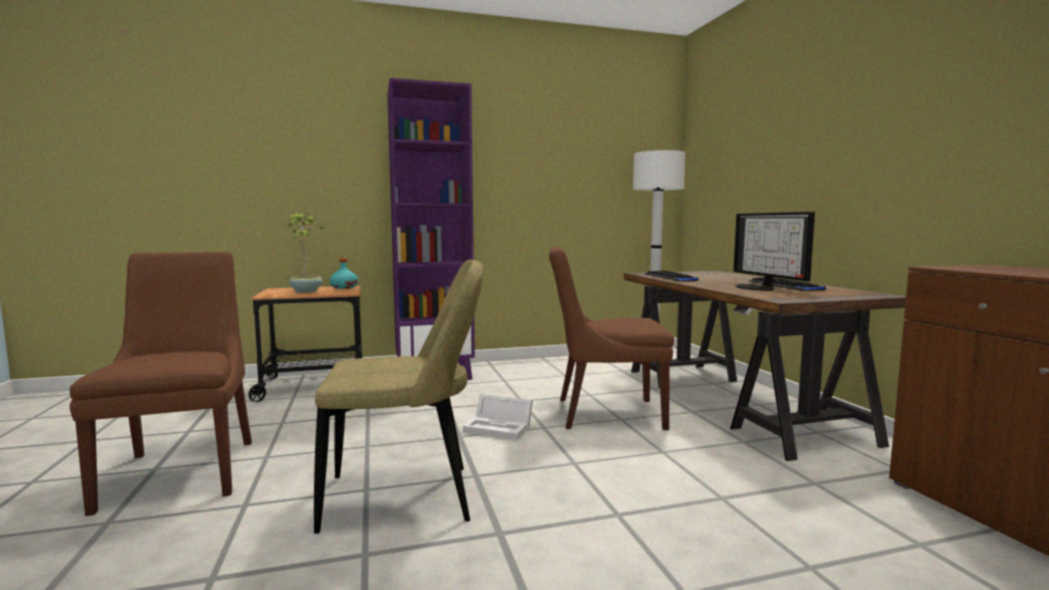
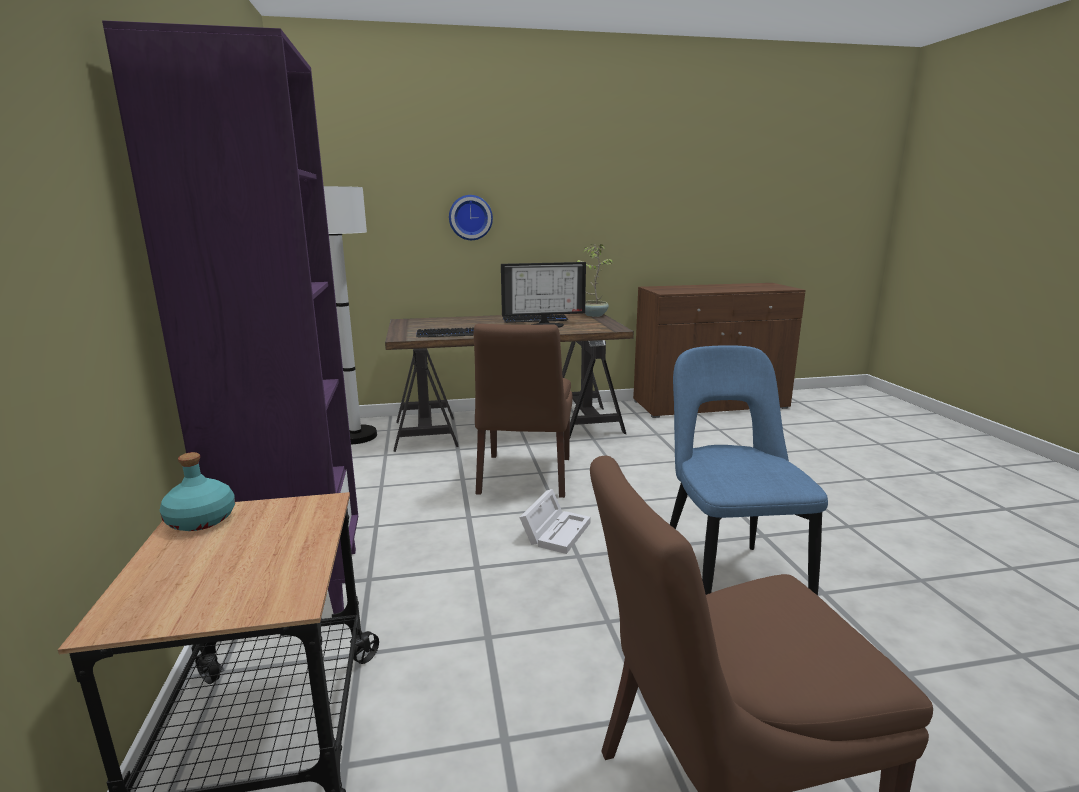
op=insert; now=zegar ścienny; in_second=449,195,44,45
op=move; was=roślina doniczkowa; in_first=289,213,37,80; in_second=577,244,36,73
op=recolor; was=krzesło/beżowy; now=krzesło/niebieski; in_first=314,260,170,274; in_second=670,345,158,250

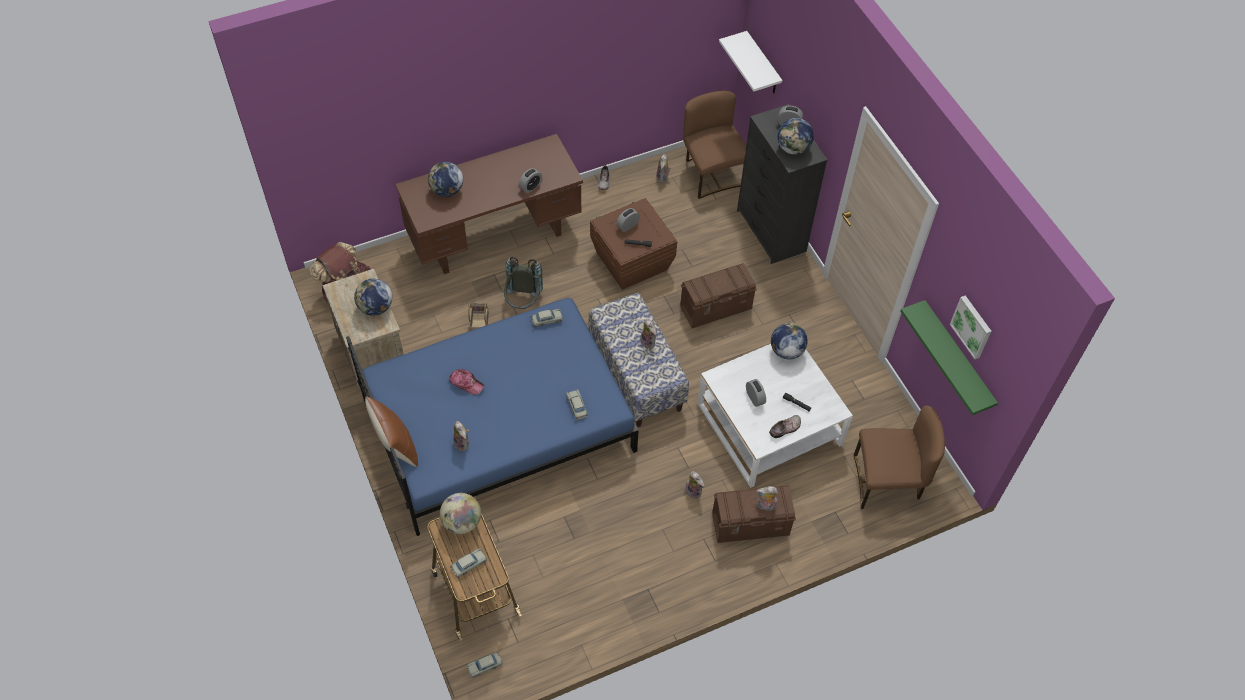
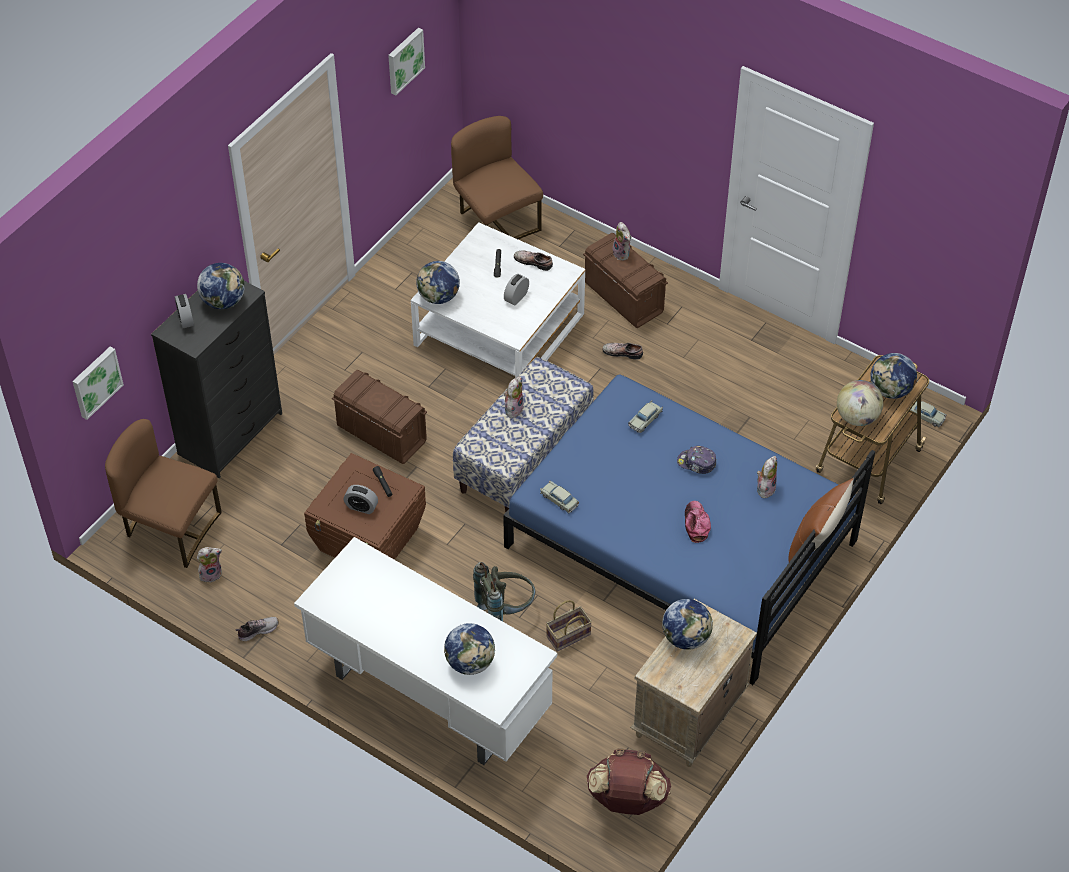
op=delete; was=budzik; in_first=519,168,23,25
op=delete; was=półka/zielony; in_first=900,300,98,115
op=insert; now=czapka z daszkiem; in_second=677,446,40,28
op=replace; was=samochodzik/beżowy; now=globus; in_first=450,548,37,30; in_second=870,353,47,46
op=replace; was=pluszak; now=but; in_first=685,471,19,28; in_second=602,343,41,17
op=replace; was=półka/biały; now=obraz; in_first=719,31,63,62; in_second=72,347,52,73
op=recolor; was=biurko/brązowy; now=biurko/biały; in_first=395,134,188,140; in_second=294,537,263,228
op=rotate; was=krzesło/brązowy; in_first=683,91,63,108; in_second=105,419,117,149; clockwise=75

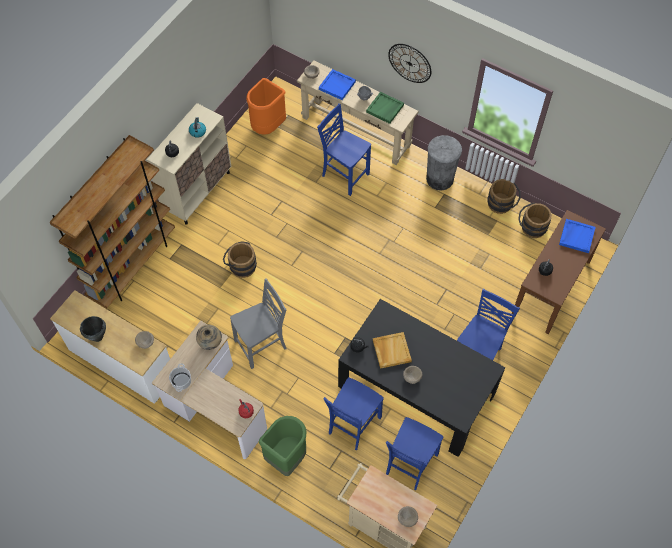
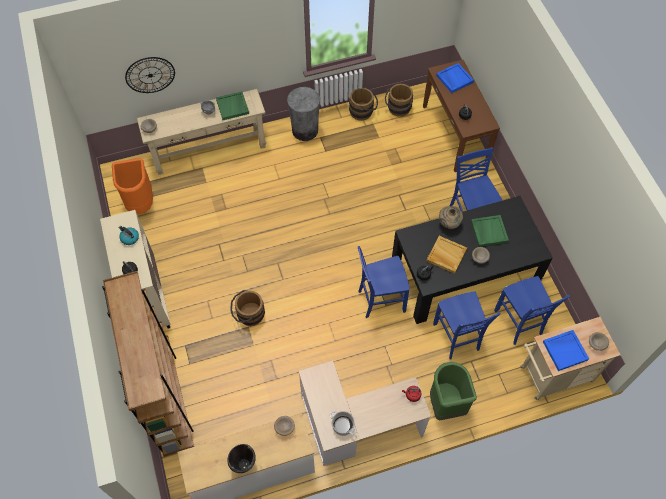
op=delete; was=krzesło/szary; in_first=230,278,57,91
op=insert; now=taca/zielony; in_second=471,215,38,32
op=move; was=wazon/beżowy; in_first=196,325,26,25; in_second=439,206,24,23
op=move; was=krzesło/niebieski; in_first=317,103,54,93; in_second=358,246,52,72
op=move; was=taca/niebieski; in_first=319,69,37,31; in_second=543,330,46,41
op=move; was=zegar ścienny; in_first=388,44,43,39; in_second=125,57,50,36

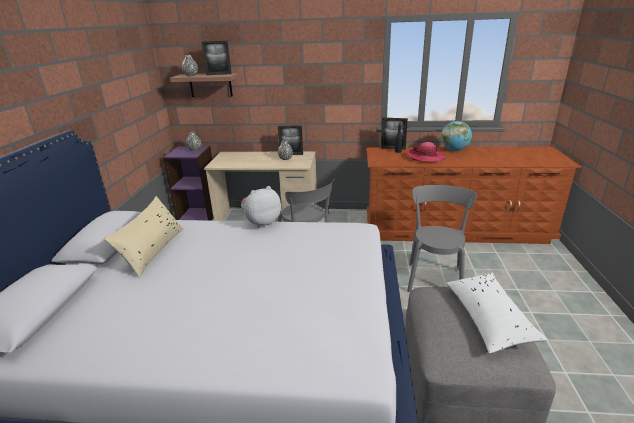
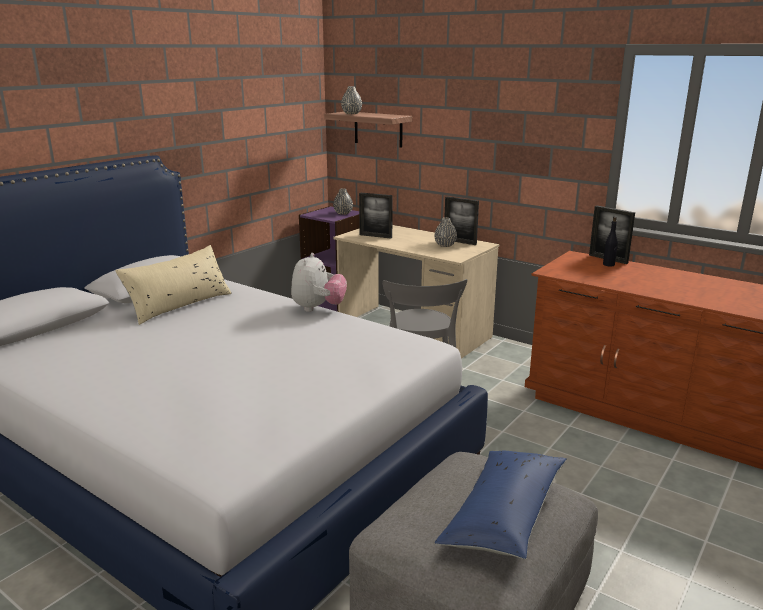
op=delete; was=kapelusz; in_first=407,142,39,20
op=delete; was=krzesło/szary; in_first=407,185,70,107
op=delete; was=globus; in_first=441,121,31,30
op=move; was=ramka na zdjęcie; in_first=201,41,31,34; in_second=359,193,34,46
op=recolor; was=poduszka/biały; now=poduszka/niebieski; in_first=446,272,102,81; in_second=435,451,132,108
op=rotate; was=pluszak; in_first=241,186,40,42; in_second=291,253,56,59; clockwise=105

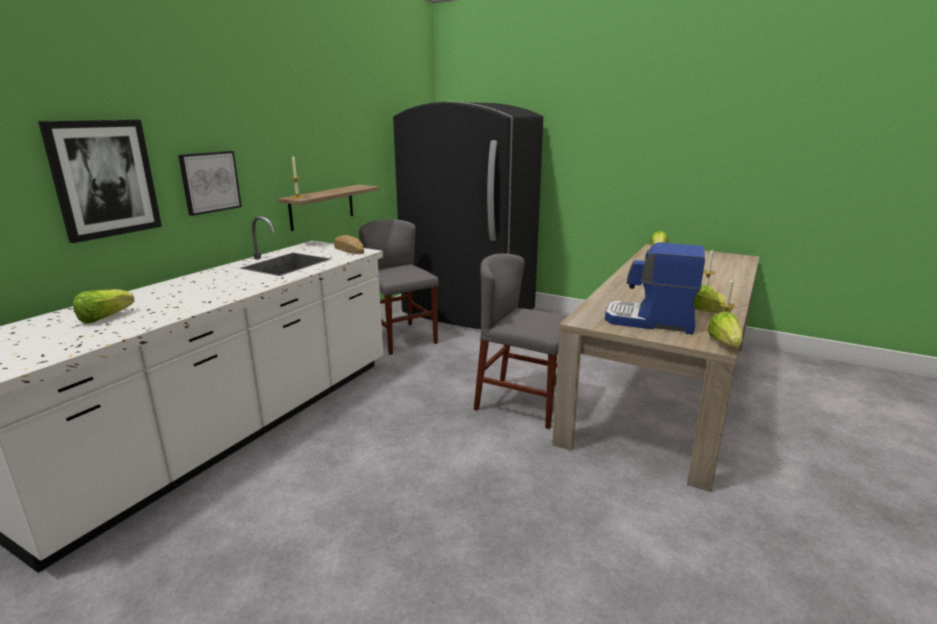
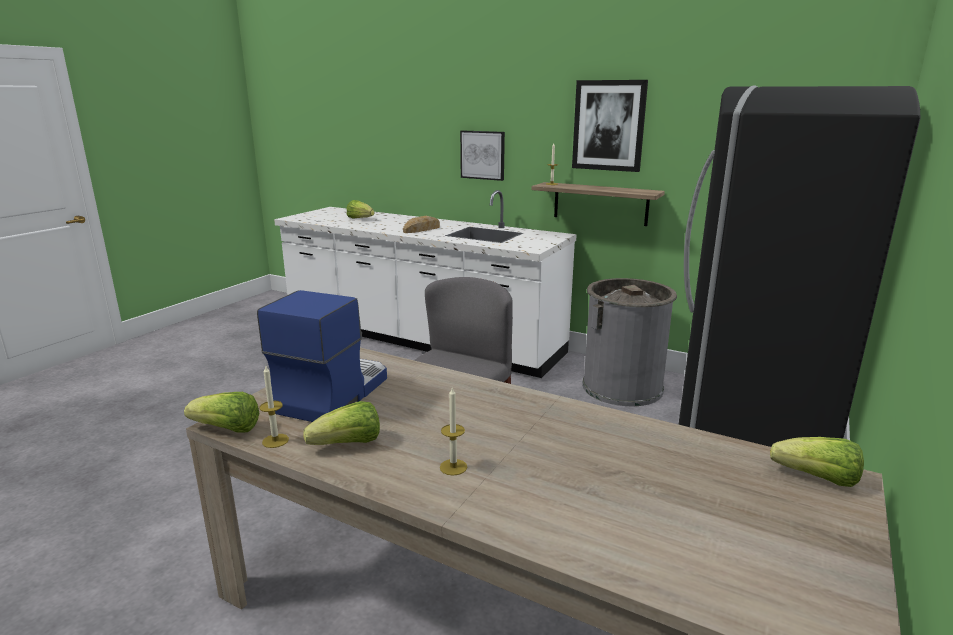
op=move; was=obraz; in_first=38,120,124,123; in_second=572,80,76,92
op=move; was=chleb; in_first=334,235,30,19; in_second=403,216,37,17
op=replace; was=krzesło/szary; now=kosz na śmieci/szary; in_first=359,219,80,136; in_second=582,278,95,128

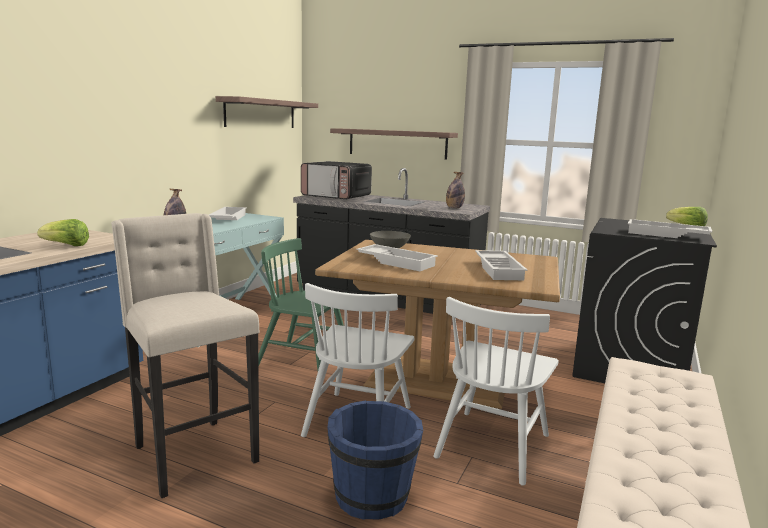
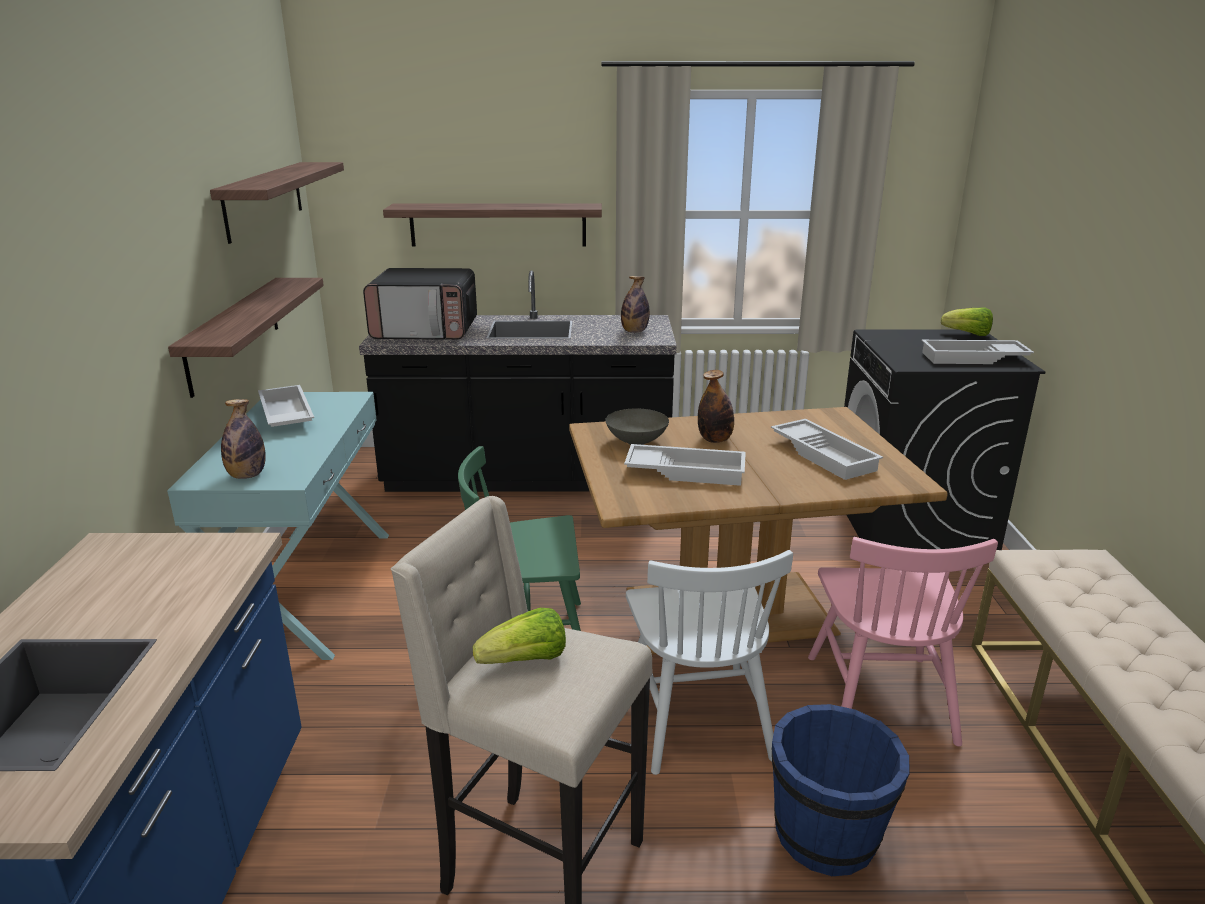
op=insert; now=półka; in_second=168,278,156,120
op=insert; now=butelka; in_second=698,370,36,73
op=move; was=sałata; in_first=37,219,52,27; in_second=473,608,93,56
op=recolor; was=krzesło/biały; now=krzesło/różowy; in_first=434,297,124,189; in_second=808,537,190,209

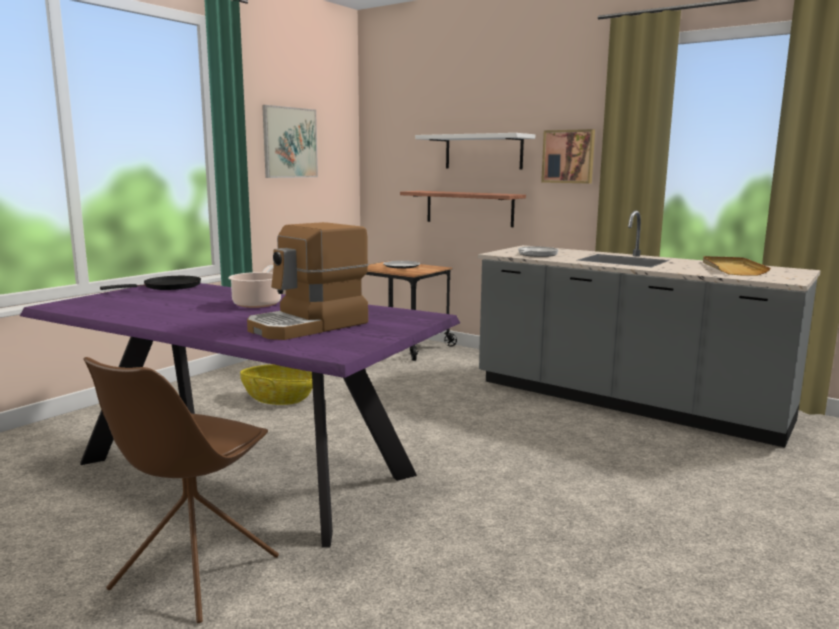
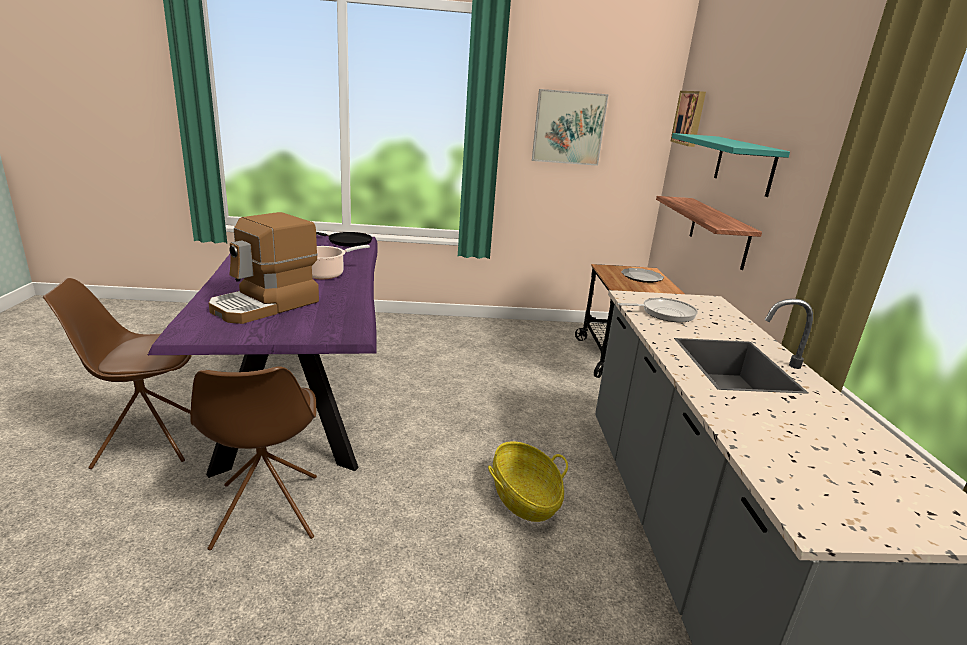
op=delete; was=taca/beżowy; in_first=703,256,68,20
op=insert; now=krzesło/brązowy; in_second=190,367,127,183
op=move; was=koszyk; in_first=240,364,73,41; in_second=488,441,80,81
op=move; was=obraz; in_first=541,129,54,55; in_second=670,91,36,56
op=recolor; was=półka/biały; now=półka/turkusowy; in_first=415,133,120,36; in_second=672,133,118,64
op=rotate; was=ekspres do kawy; in_first=247,222,121,118; in_second=209,212,110,112; clockwise=-60

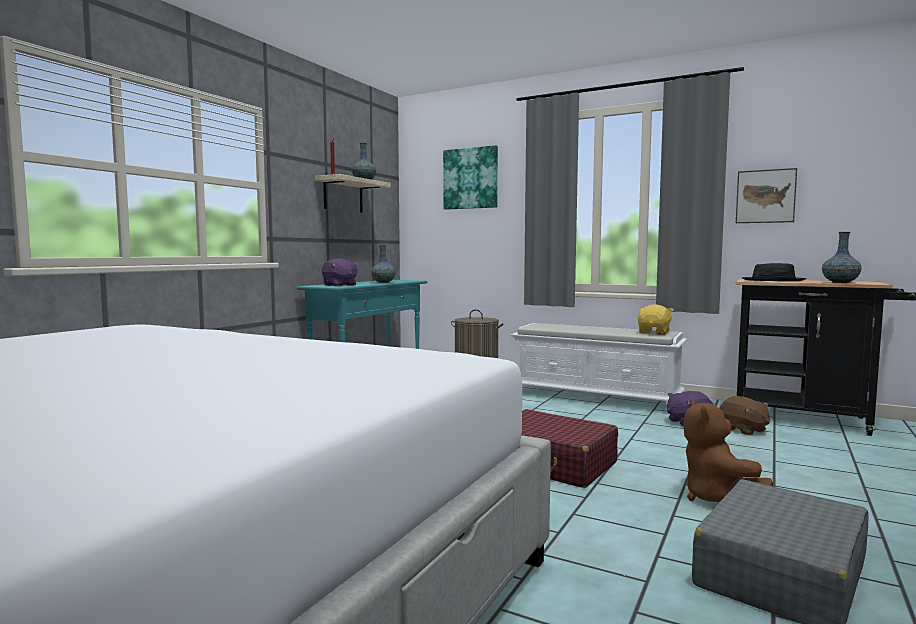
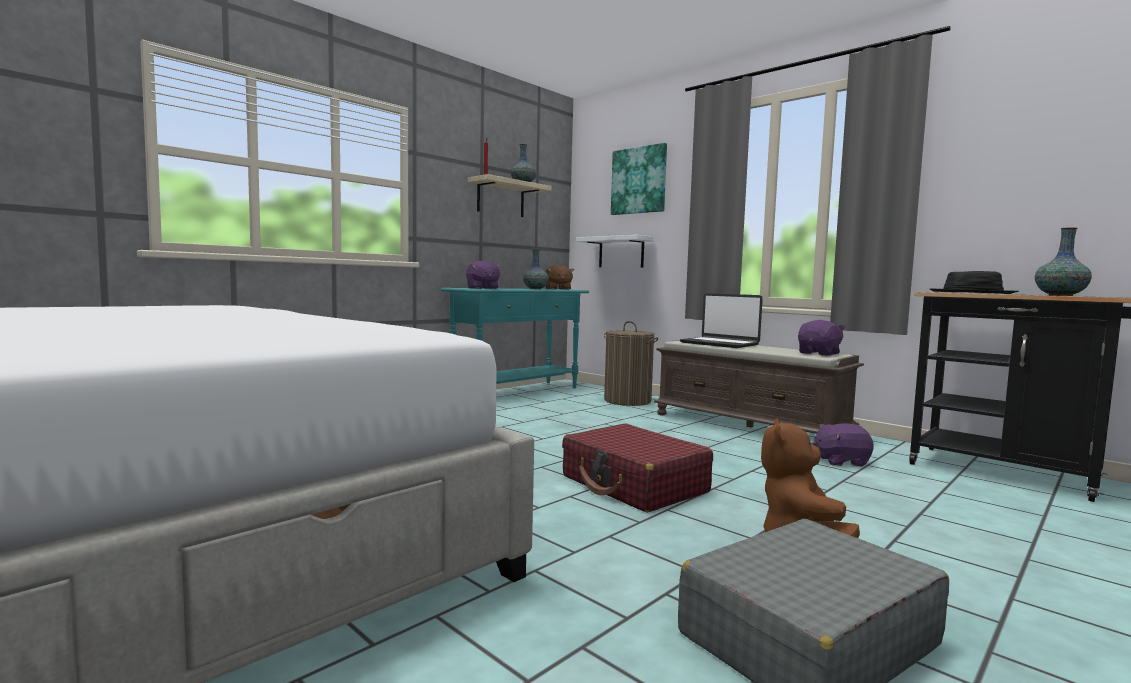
op=delete; was=obraz; in_first=736,168,61,55
op=insert; now=półka/biały; in_second=576,235,78,33
op=insert; now=laptop; in_second=680,293,83,55
op=move; was=pluszak/brązowy; in_first=719,396,51,40; in_second=545,265,29,25
op=recolor; was=ławka/biały; now=ławka/brązowy; in_first=510,323,177,91; in_second=654,340,210,94
op=recolor; was=pluszak/żółty; now=pluszak/fioletowy; in_first=638,304,36,31; in_second=798,320,48,36

